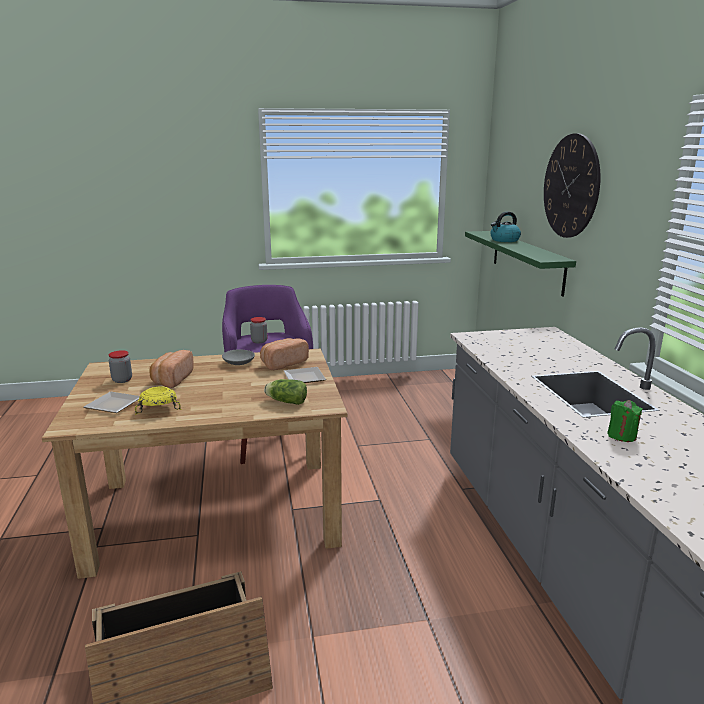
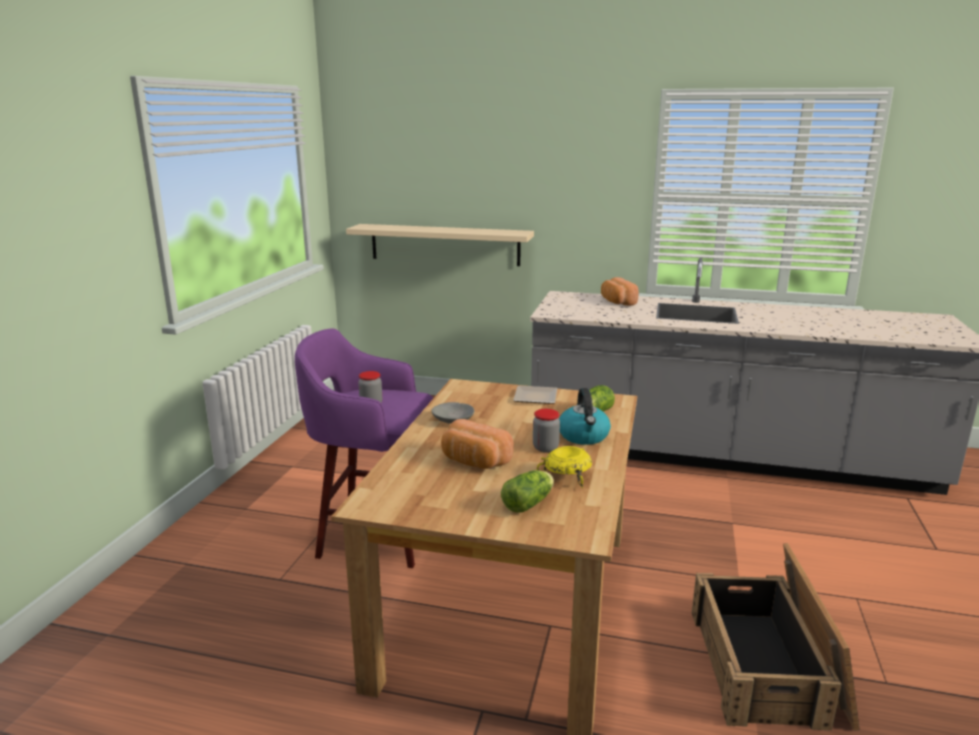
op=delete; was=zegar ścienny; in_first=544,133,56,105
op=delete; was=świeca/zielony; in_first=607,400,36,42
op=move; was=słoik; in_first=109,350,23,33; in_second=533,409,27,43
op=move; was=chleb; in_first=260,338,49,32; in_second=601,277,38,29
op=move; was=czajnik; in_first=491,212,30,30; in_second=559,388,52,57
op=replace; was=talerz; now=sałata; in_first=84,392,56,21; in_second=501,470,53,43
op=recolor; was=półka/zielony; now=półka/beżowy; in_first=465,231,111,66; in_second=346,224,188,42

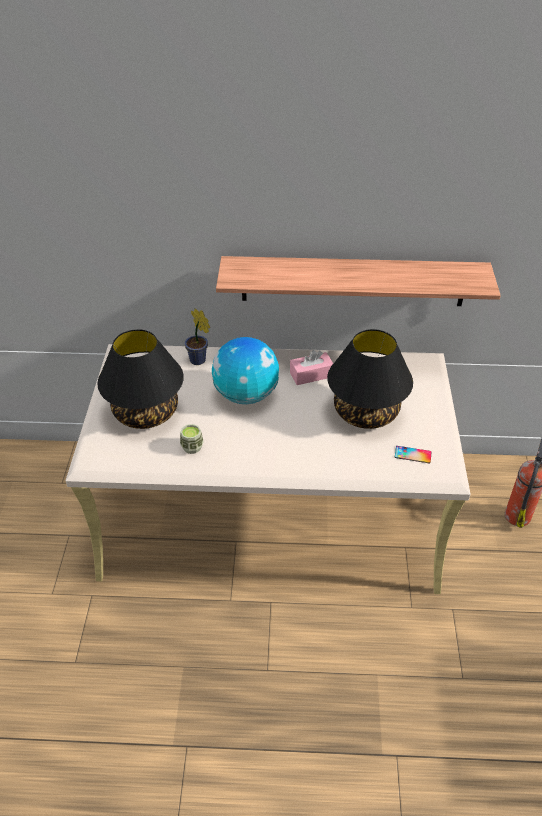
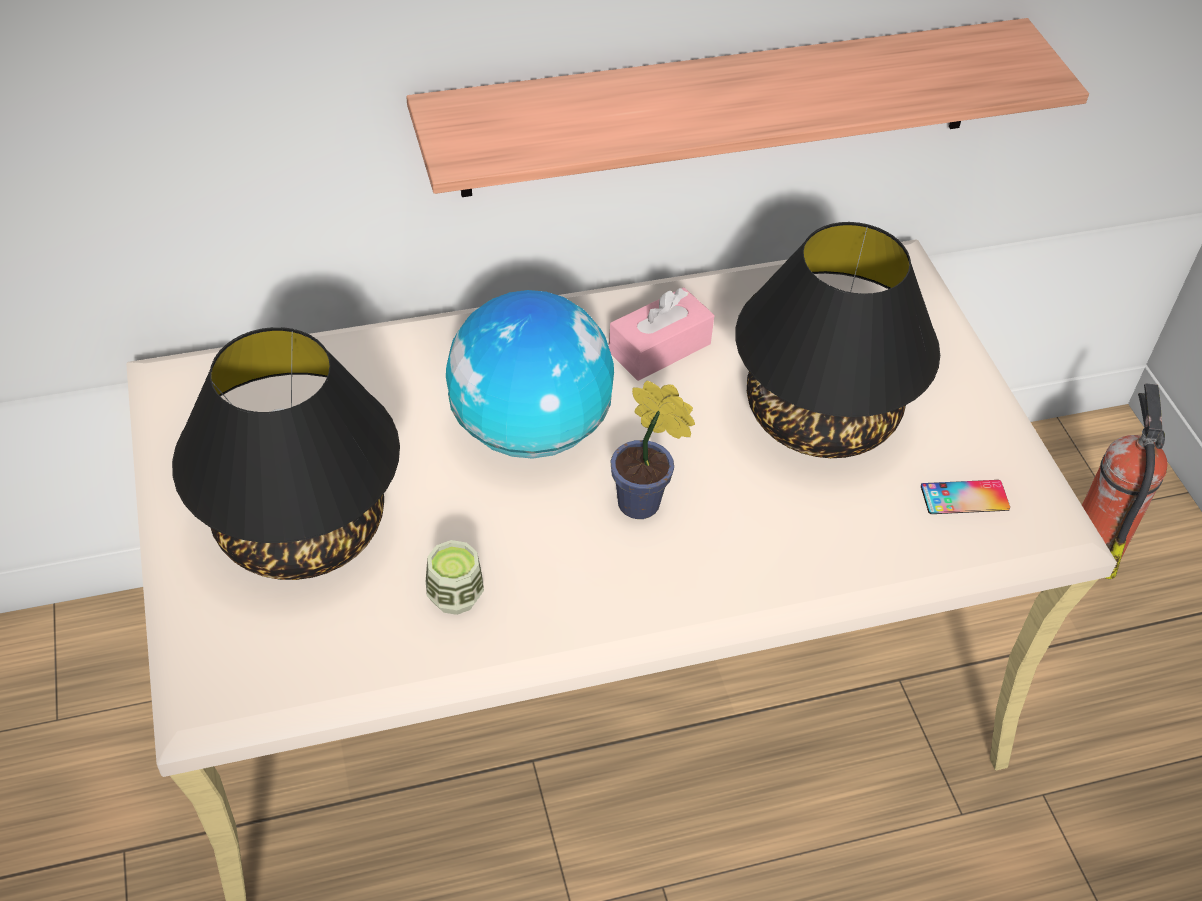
op=move; was=roślina doniczkowa; in_first=185,309,25,56; in_second=610,381,85,138

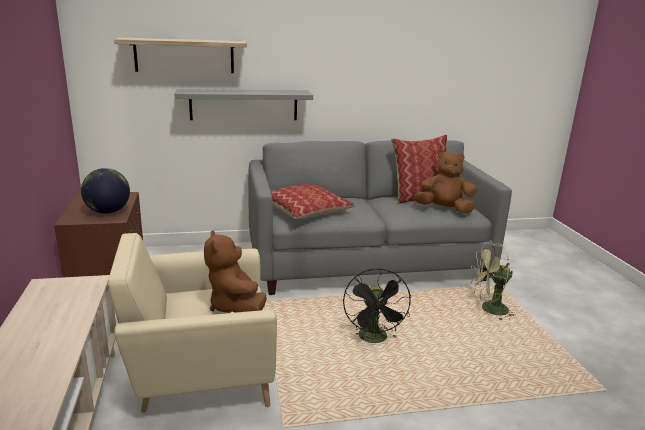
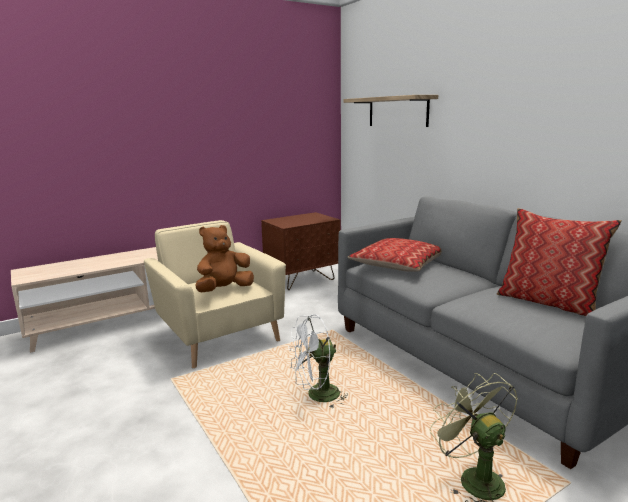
op=delete; was=globus; in_first=81,168,49,46
op=delete; was=półka/szary; in_first=175,89,138,31
op=delete; was=pluszak/brązowy; in_first=414,150,63,64
op=recolor; was=wentylator/czarny; now=wentylator/biały; in_first=343,268,68,75; in_second=288,314,60,94

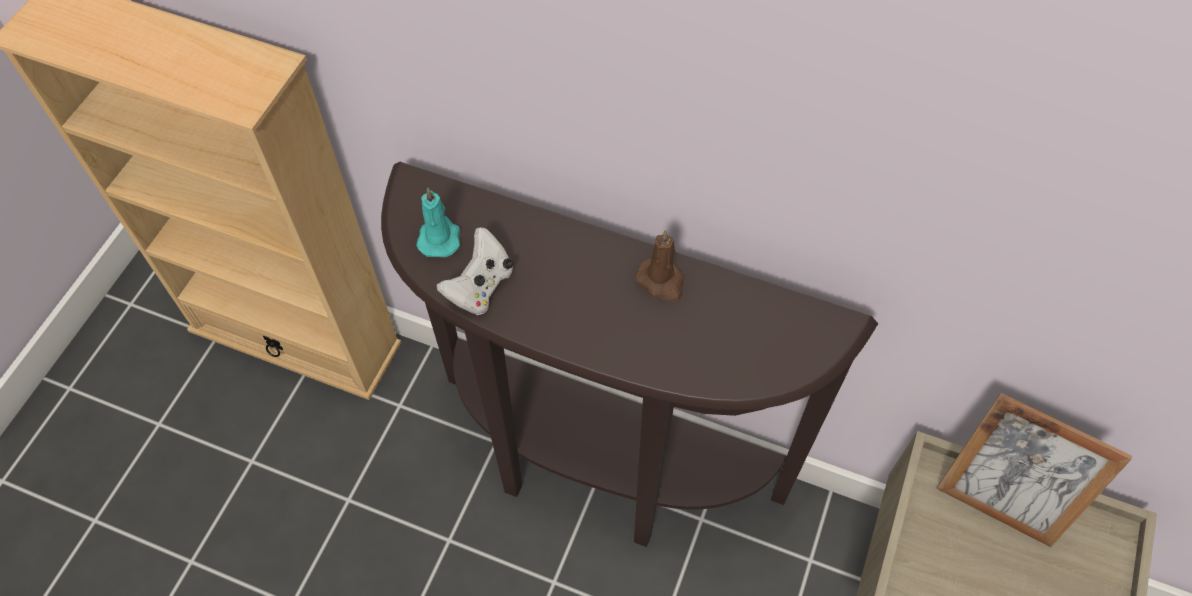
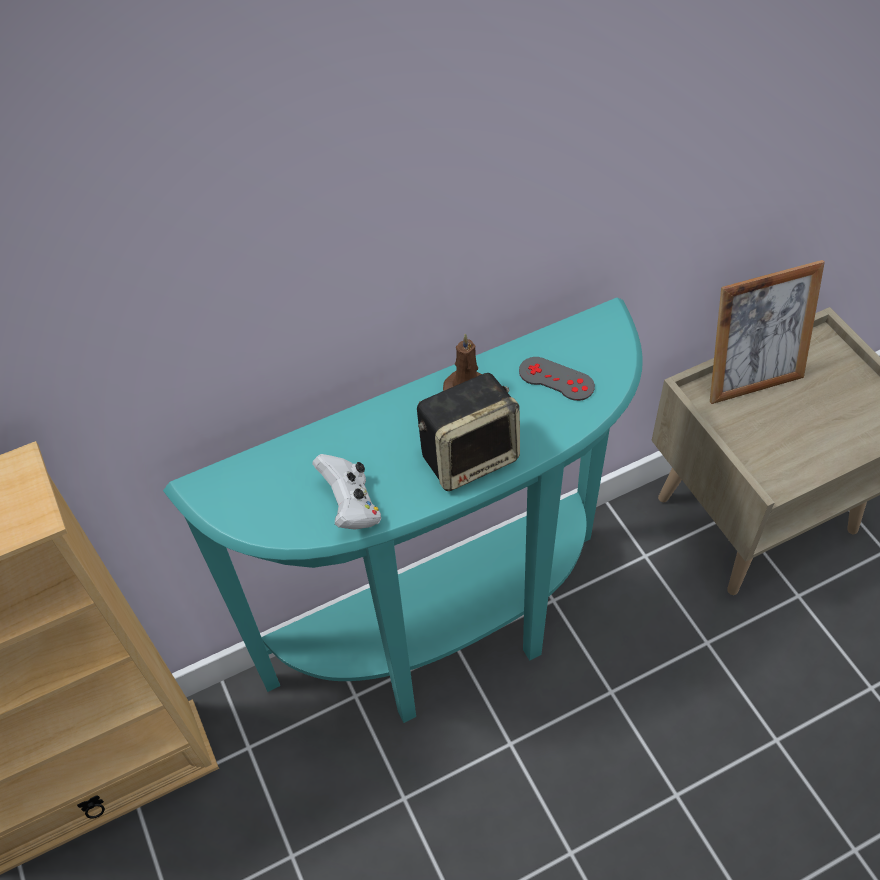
op=delete; was=świeca/turkusowy; in_first=416,188,44,69
op=insert; now=głośnik; in_second=417,373,103,118
op=insert; now=pad do gier/szary; in_second=519,357,76,44
op=recolor; was=stolik konsolowy/brązowy; now=stolik konsolowy/turkusowy; in_first=381,162,497,385; in_second=163,297,480,426

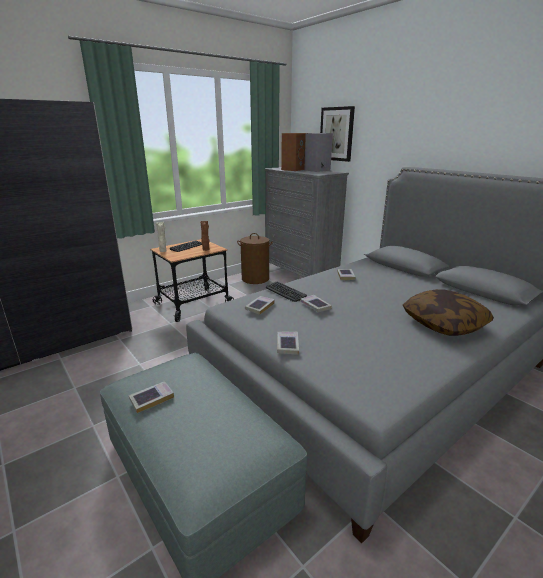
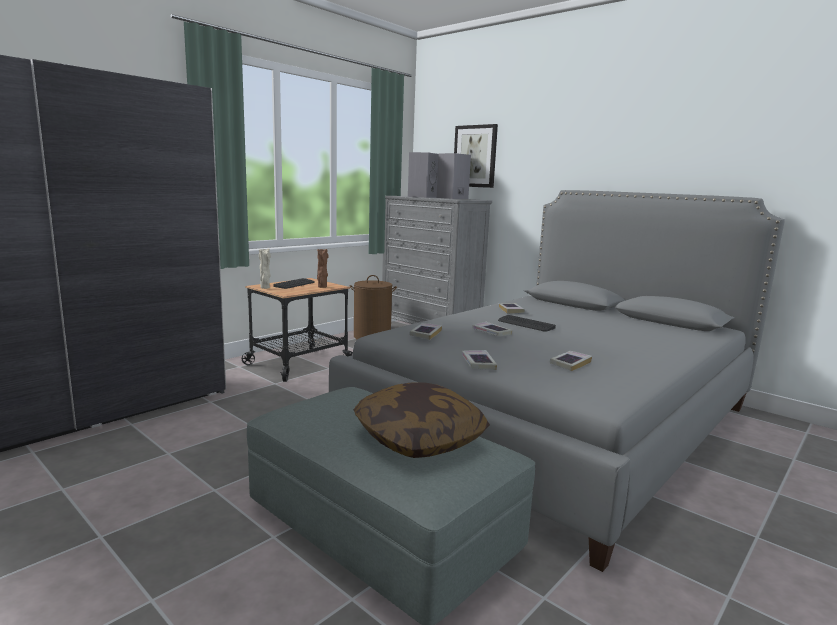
op=move; was=książka; in_first=129,381,45,32; in_second=549,351,43,20
op=move; was=klawiatura; in_first=266,282,41,20; in_second=498,315,58,17
op=move; was=poduszka; in_first=403,289,91,47; in_second=354,382,136,76
op=recolor; was=głośnik/brązowy; now=głośnik/szary; in_first=281,133,25,38; in_second=408,152,30,46

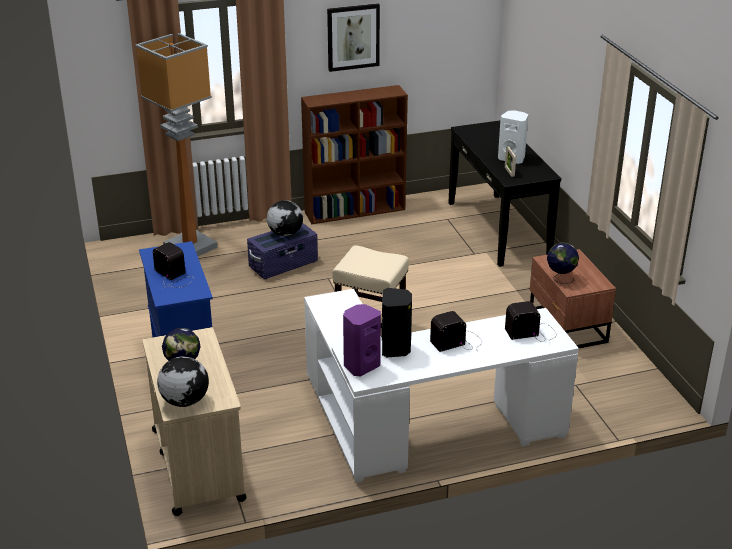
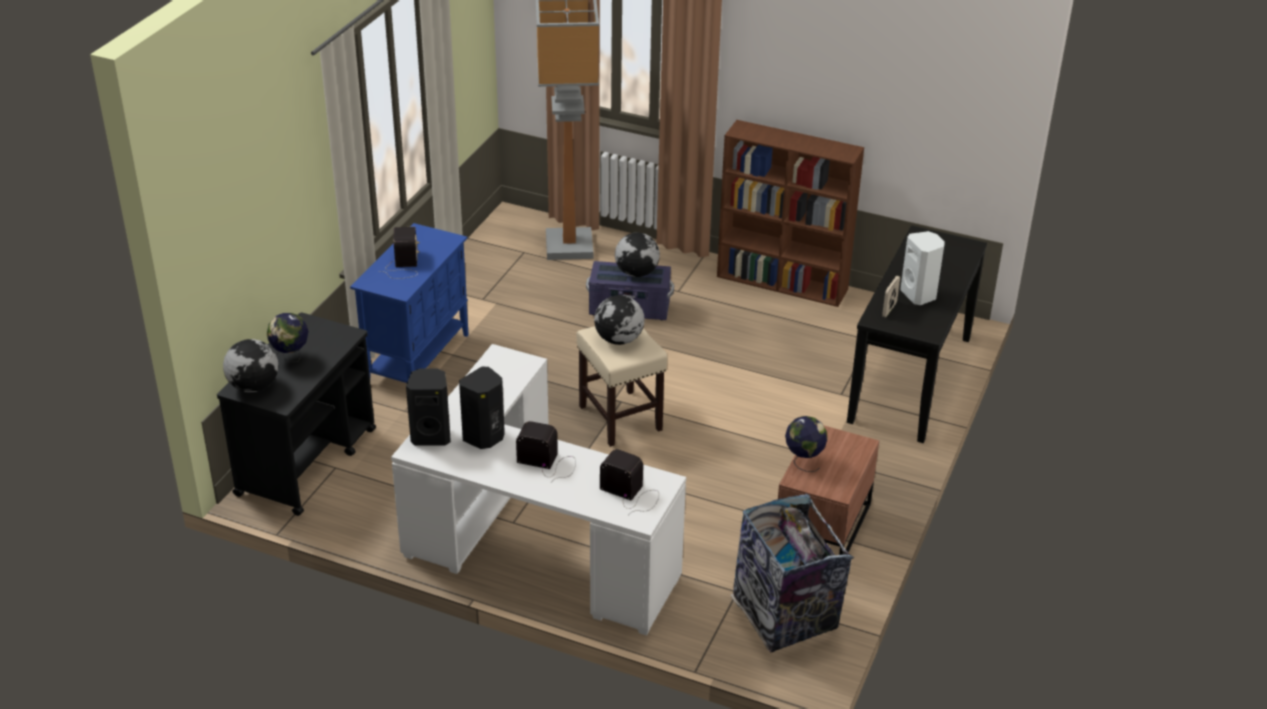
op=delete; was=obraz; in_first=327,3,53,69
op=insert; now=globus; in_second=594,295,51,50
op=insert; now=kosz na śmieci; in_second=731,494,123,158
op=recolor; was=wózek/beżowy; now=wózek/czarny; in_first=142,327,105,189; in_second=217,312,159,204
op=recolor; was=głośnik/fioletowy; now=głośnik/czarny; in_first=343,304,38,73; in_second=406,368,45,78

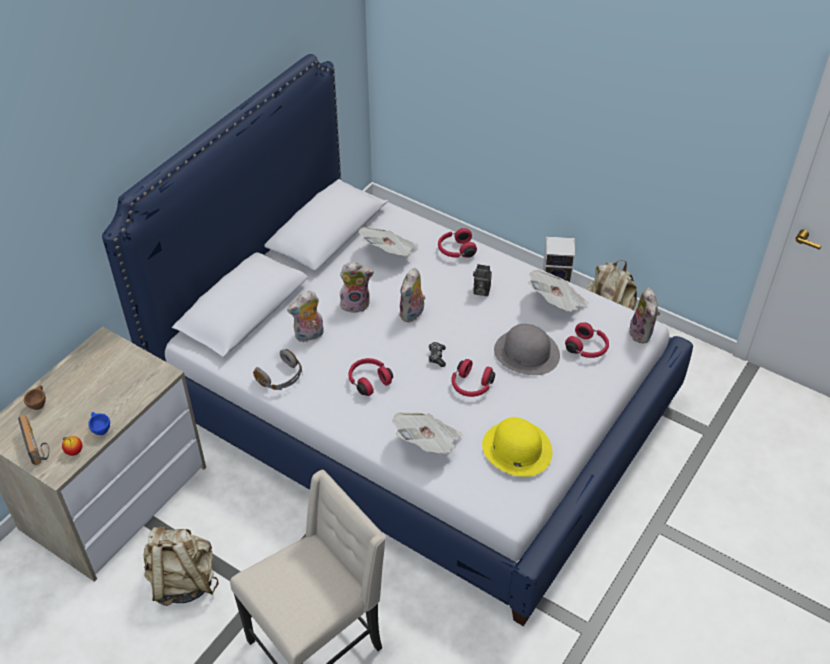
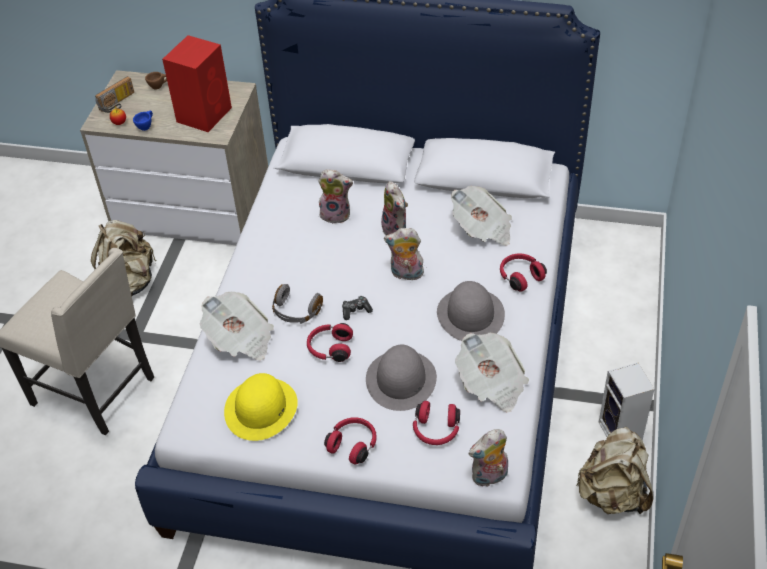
op=insert; now=głośnik/czerwony; in_second=162,35,70,97
op=move; was=słuchawki/szary; in_first=253,349,49,41; in_second=272,284,51,40
op=move; was=słuchawki/czerwony; in_first=349,358,44,38; in_second=324,417,53,48
op=replace; was=aparat fotograficzny; now=kapelusz/szary; in_first=473,264,19,32; in_second=437,281,68,60
op=rotate; was=pluszak; in_first=287,291,37,51; in_second=318,169,35,55; clockwise=150

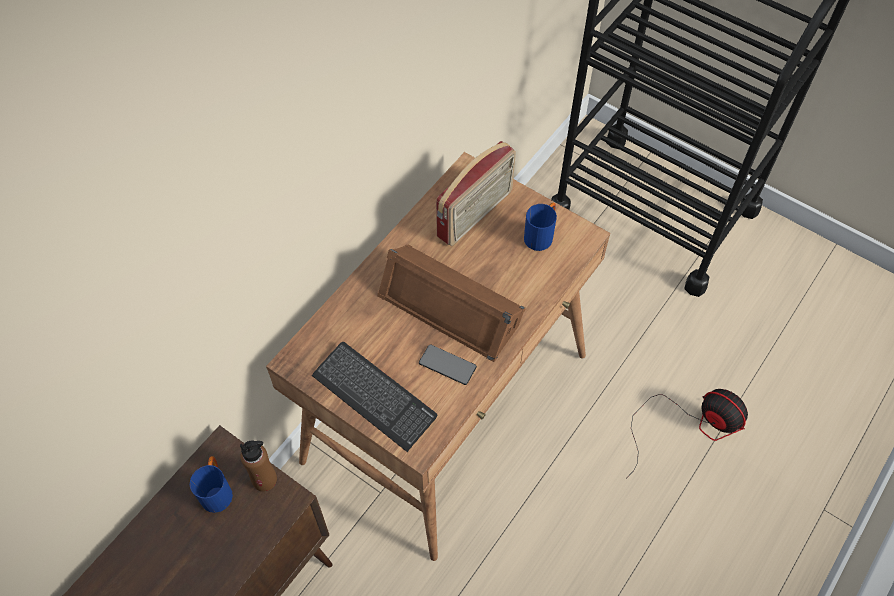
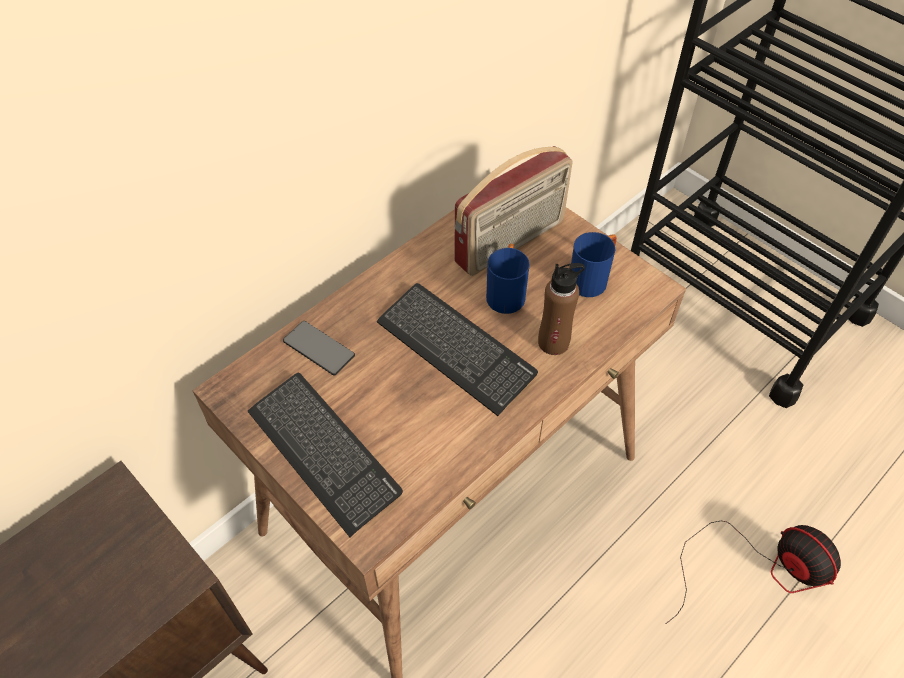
op=move; was=kubek/niebieski; in_first=190,456,43,57; in_second=486,244,44,70
op=move; was=butelka/brązowy; in_first=240,441,37,51; in_second=538,263,47,92
op=move; was=telefon; in_first=419,344,58,41; in_second=283,321,72,54
op=replace; was=głośnik/brązowy; now=klawiatura; in_first=377,244,149,118; in_second=377,283,161,133

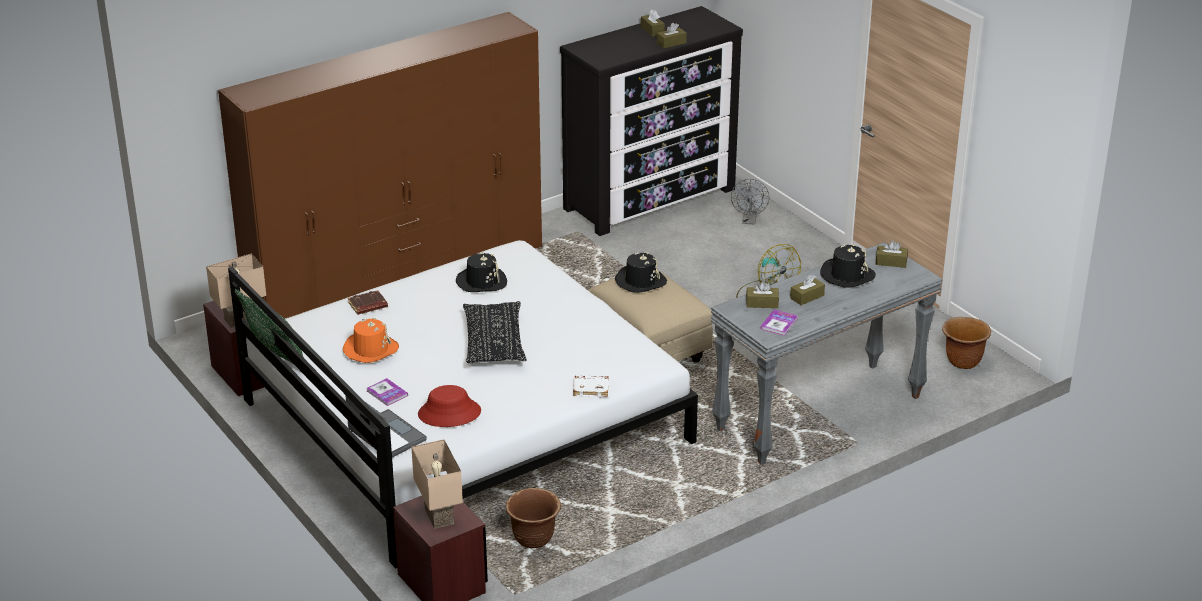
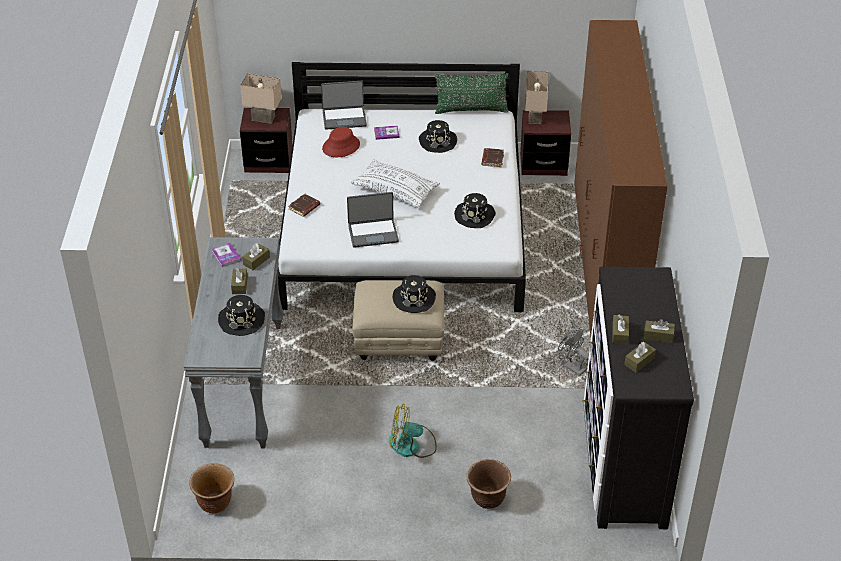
op=insert; now=laptop; in_second=347,192,52,56
op=move; was=donica/brązowy; in_first=506,488,55,61; in_second=466,459,45,50
op=move; was=wentylator/szary; in_first=731,179,38,46; in_second=558,329,31,47
op=move; was=pudełko chusteczek/brązowy; in_first=875,240,33,28; in_second=624,342,32,31
op=recolor; was=kapelusz/pomarańczowy; now=kapelusz/czarny; in_first=343,318,56,45; in_second=419,120,38,33
op=recolor; was=poduszka/czarny; now=poduszka/biały; in_first=463,301,64,62; in_second=351,159,89,49
op=recolor; was=książka/biały; now=książka/brązowy; in_first=573,375,36,22; in_second=289,194,31,23

